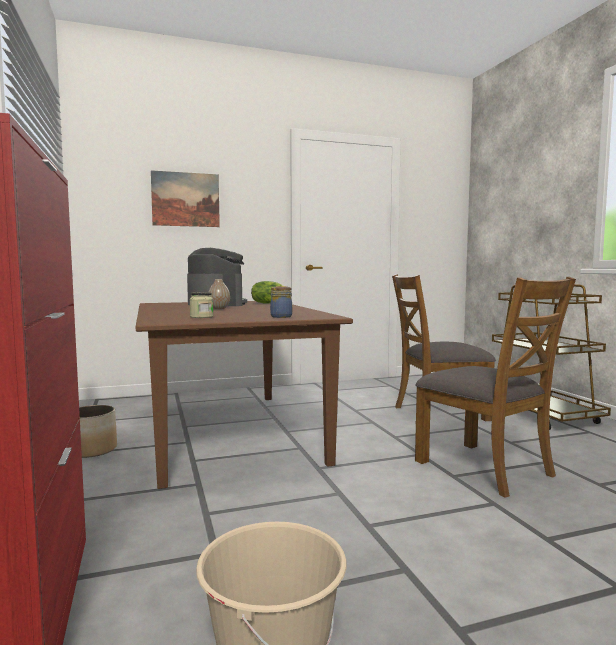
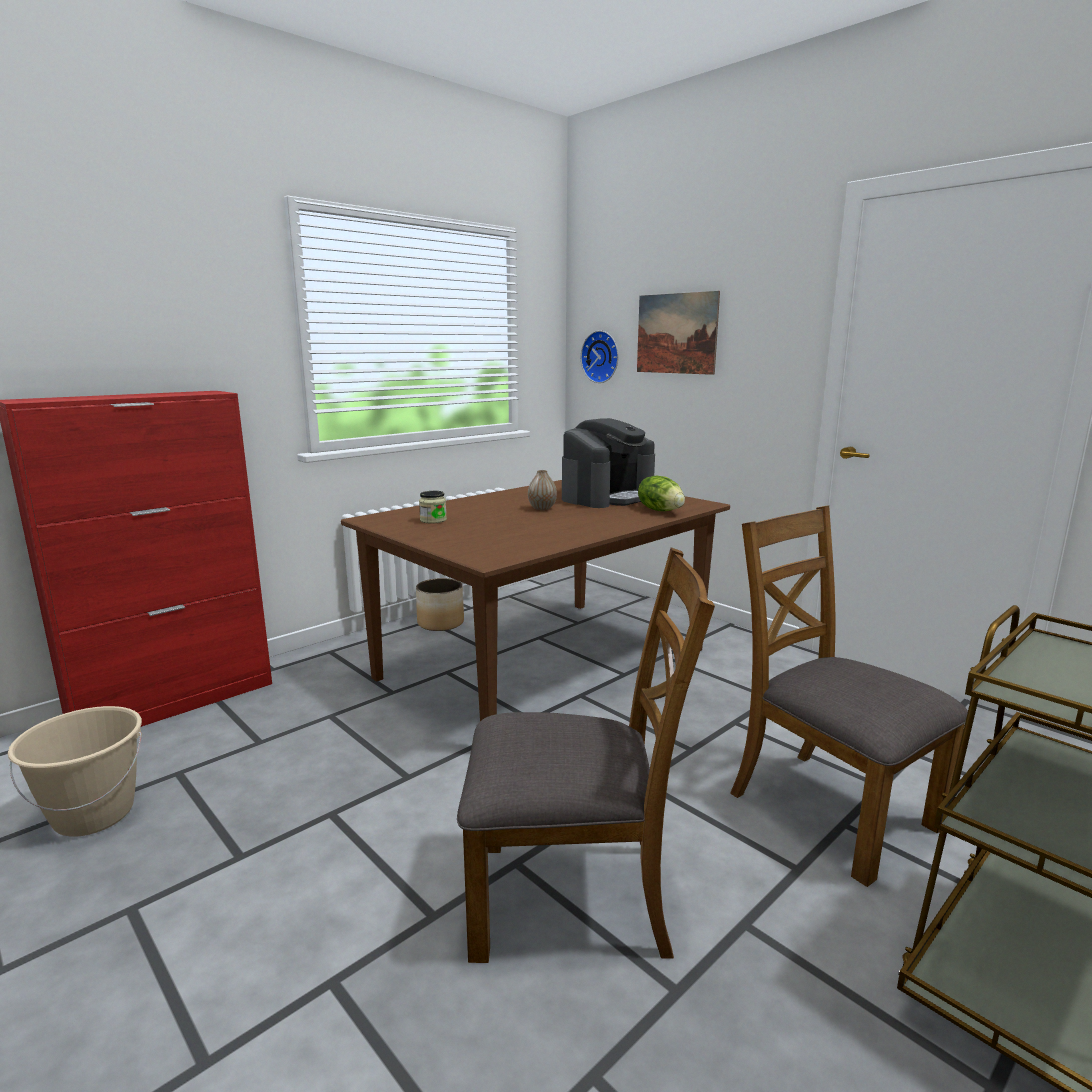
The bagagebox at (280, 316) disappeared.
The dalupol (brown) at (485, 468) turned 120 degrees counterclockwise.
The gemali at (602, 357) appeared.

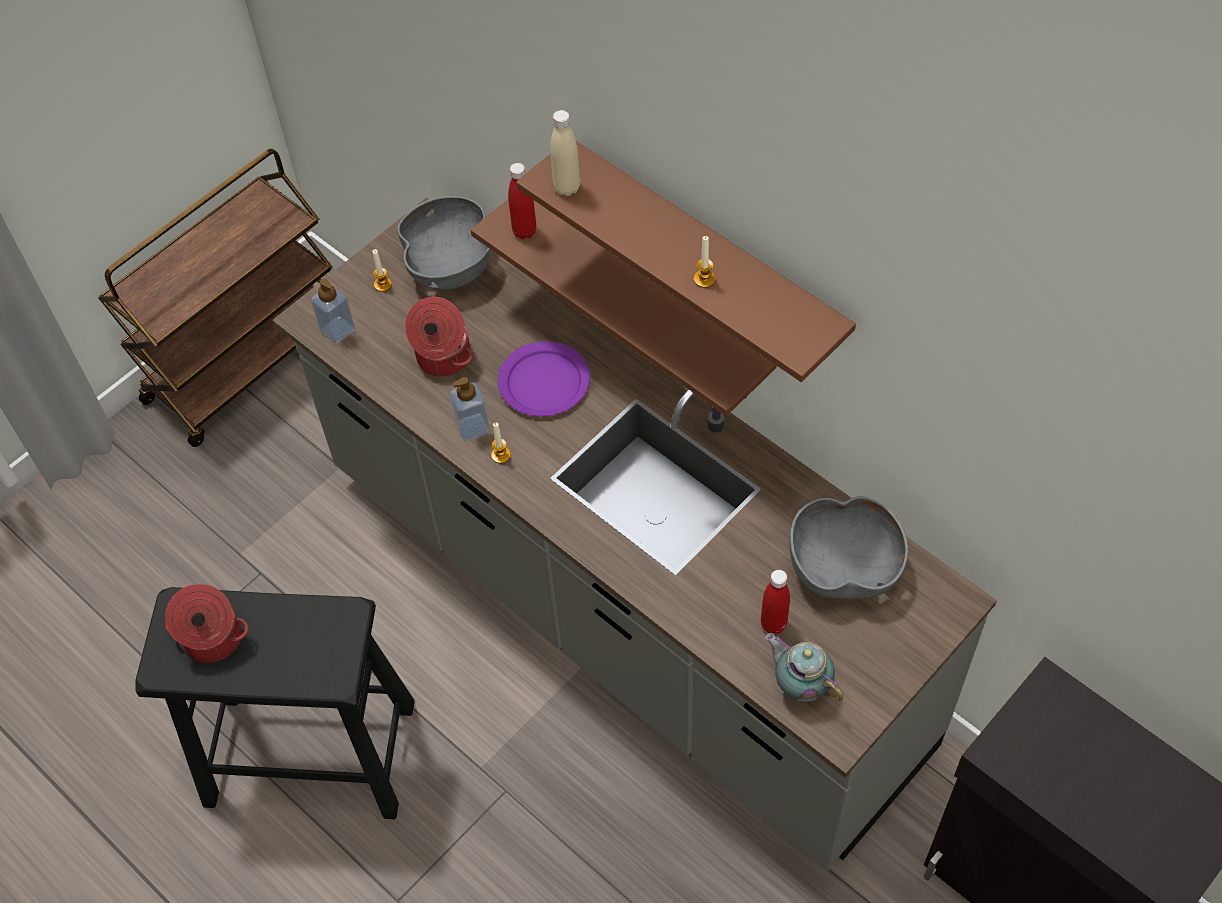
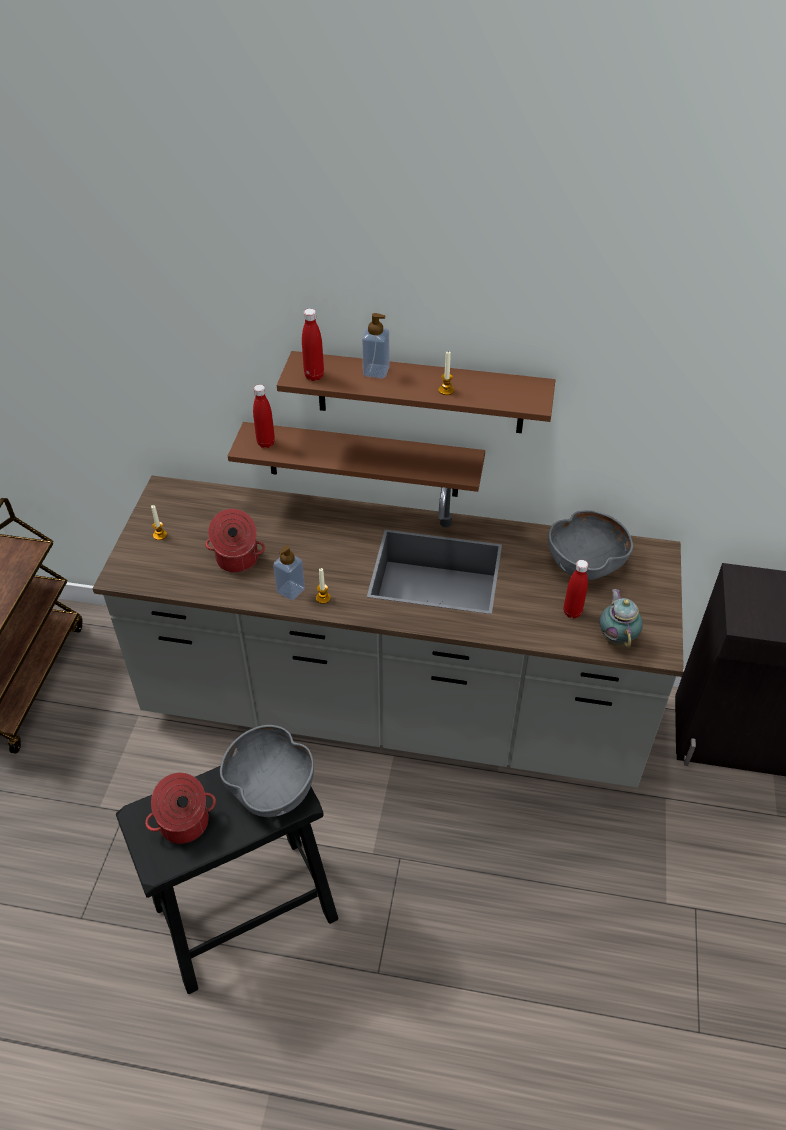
The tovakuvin moved from (337, 330) to (376, 371).
The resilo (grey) moved from (450, 265) to (271, 787).
The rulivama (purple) at (544, 382) disappeared.
The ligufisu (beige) at (567, 187) became the ligufisu (red) at (314, 376).
The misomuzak at (800, 685) turned 75 degrees clockwise.

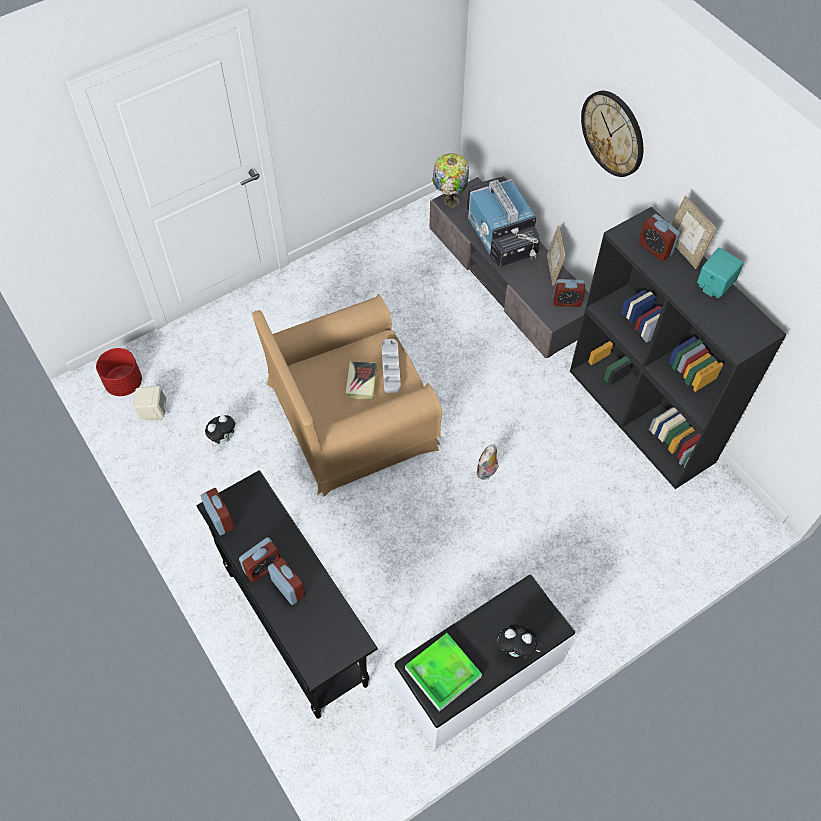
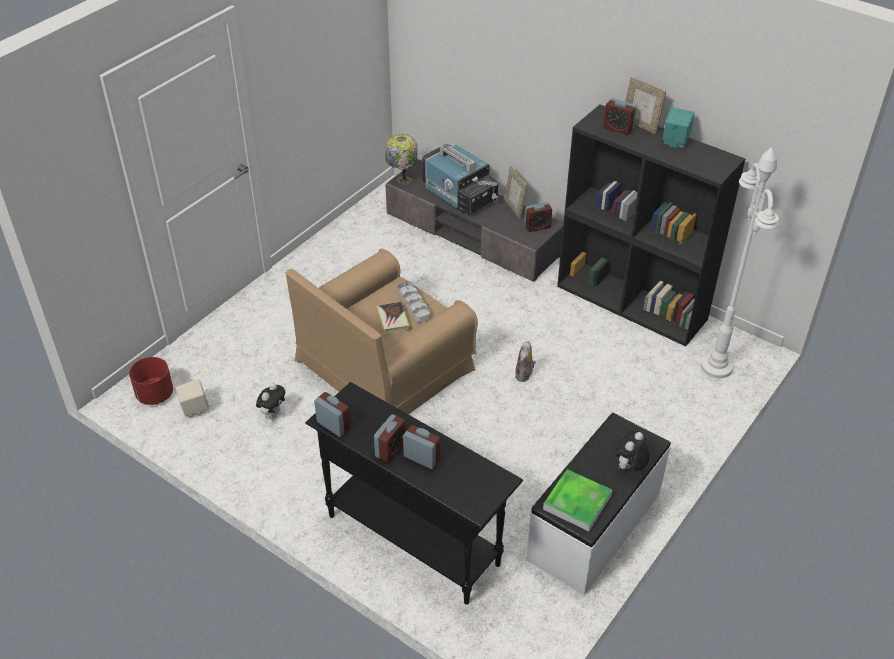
The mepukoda at (516, 649) turned 135 degrees clockwise.
The gemali at (613, 133) disappeared.
The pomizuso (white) at (716, 367) appeared.

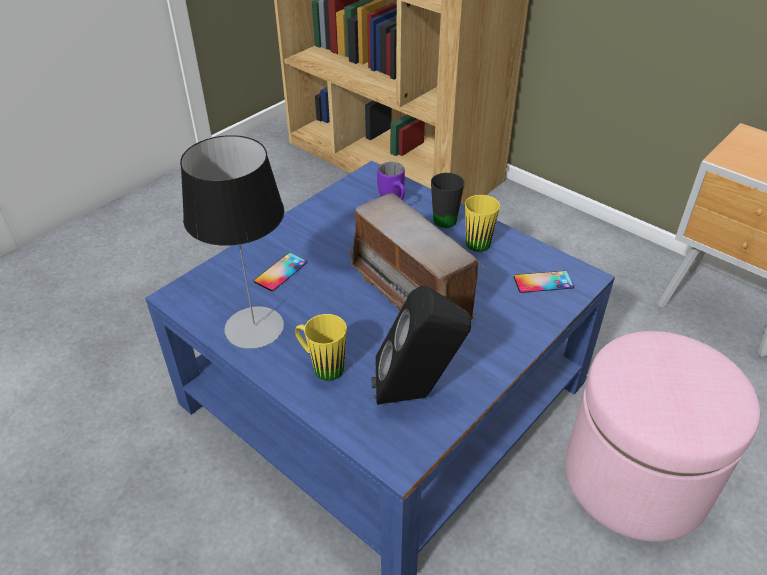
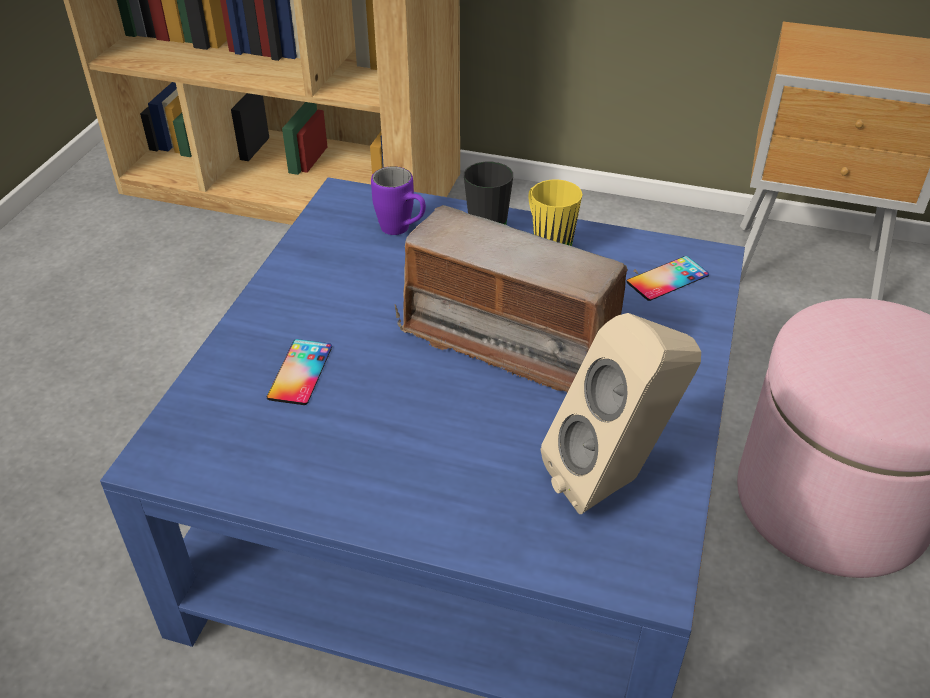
The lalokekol at (254, 327) disappeared.
The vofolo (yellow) at (322, 366) disappeared.
The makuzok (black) at (417, 394) became the makuzok (beige) at (613, 480).

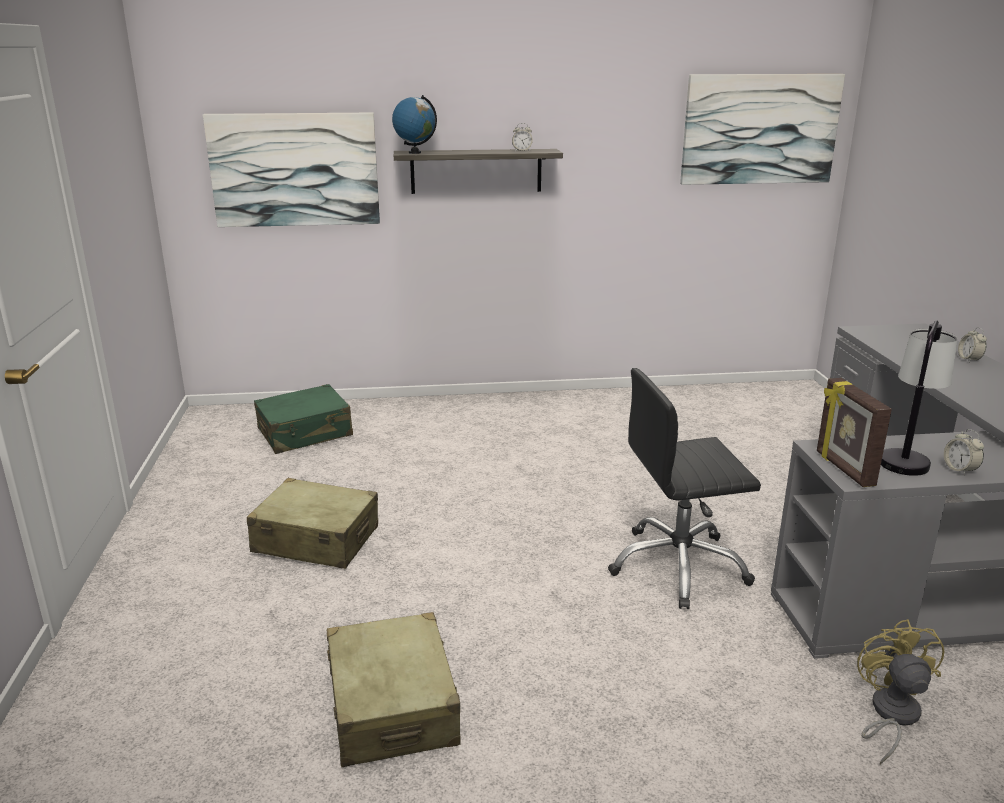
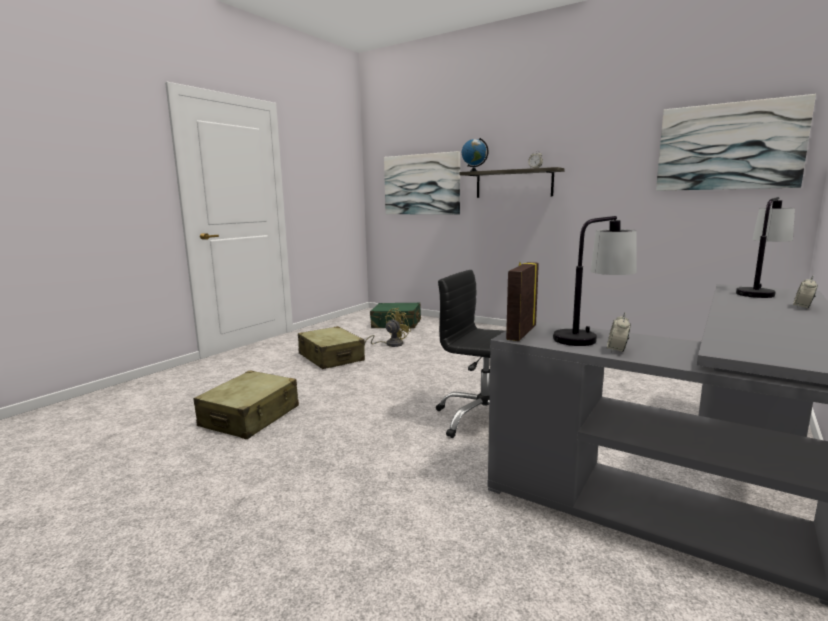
The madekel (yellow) moved from (890, 715) to (390, 344).
The lalokekol at (759, 292) appeared.

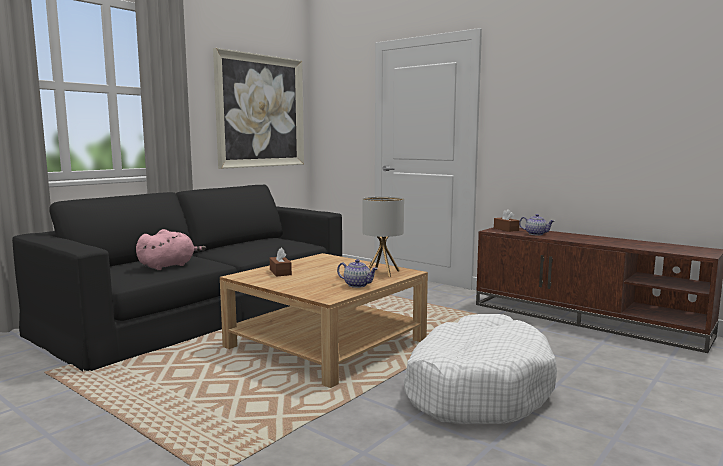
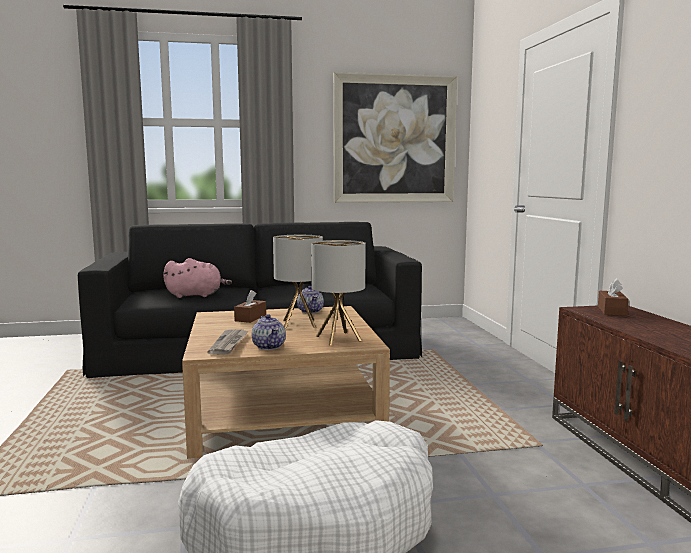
The misomuzak moved from (536, 234) to (311, 311).
The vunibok at (229, 343) appeared.
The lalokekol at (299, 324) appeared.

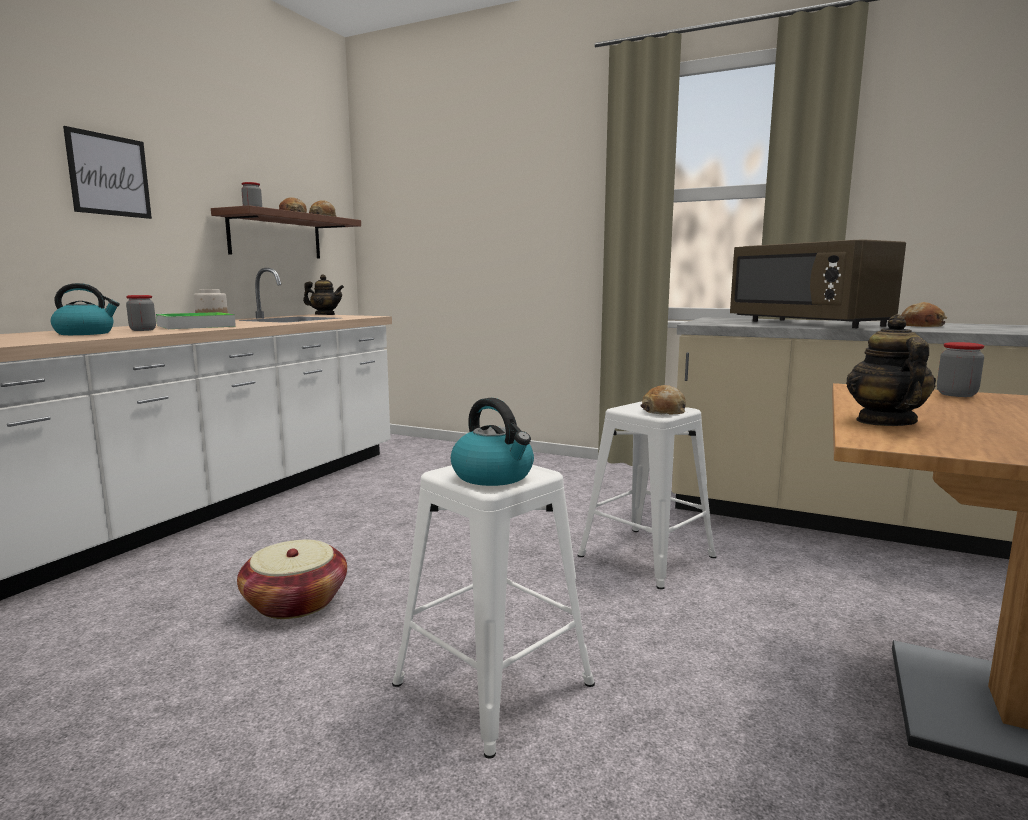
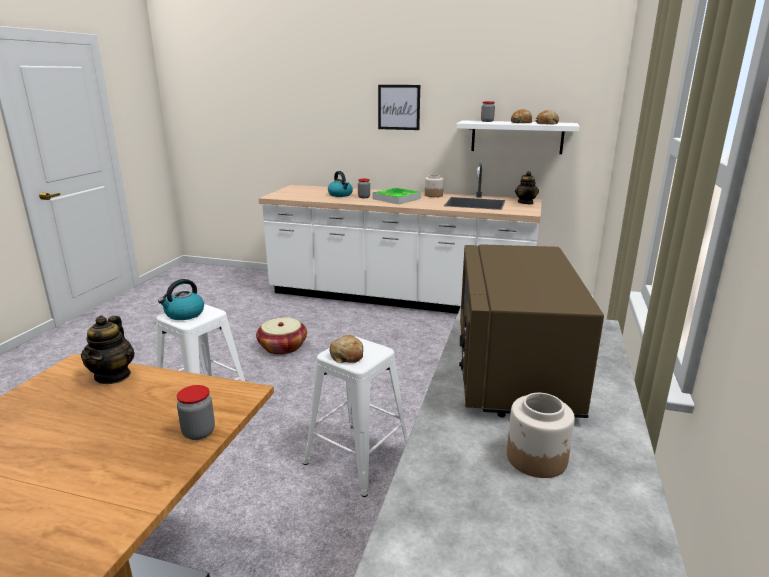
The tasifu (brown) at (275, 236) became the tasifu (white) at (517, 137).
The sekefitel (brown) at (809, 323) turned 45 degrees counterclockwise.
The misomuzak at (884, 422) turned 90 degrees clockwise.
The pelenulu at (922, 325) was replaced by the bagagebox at (537, 458).

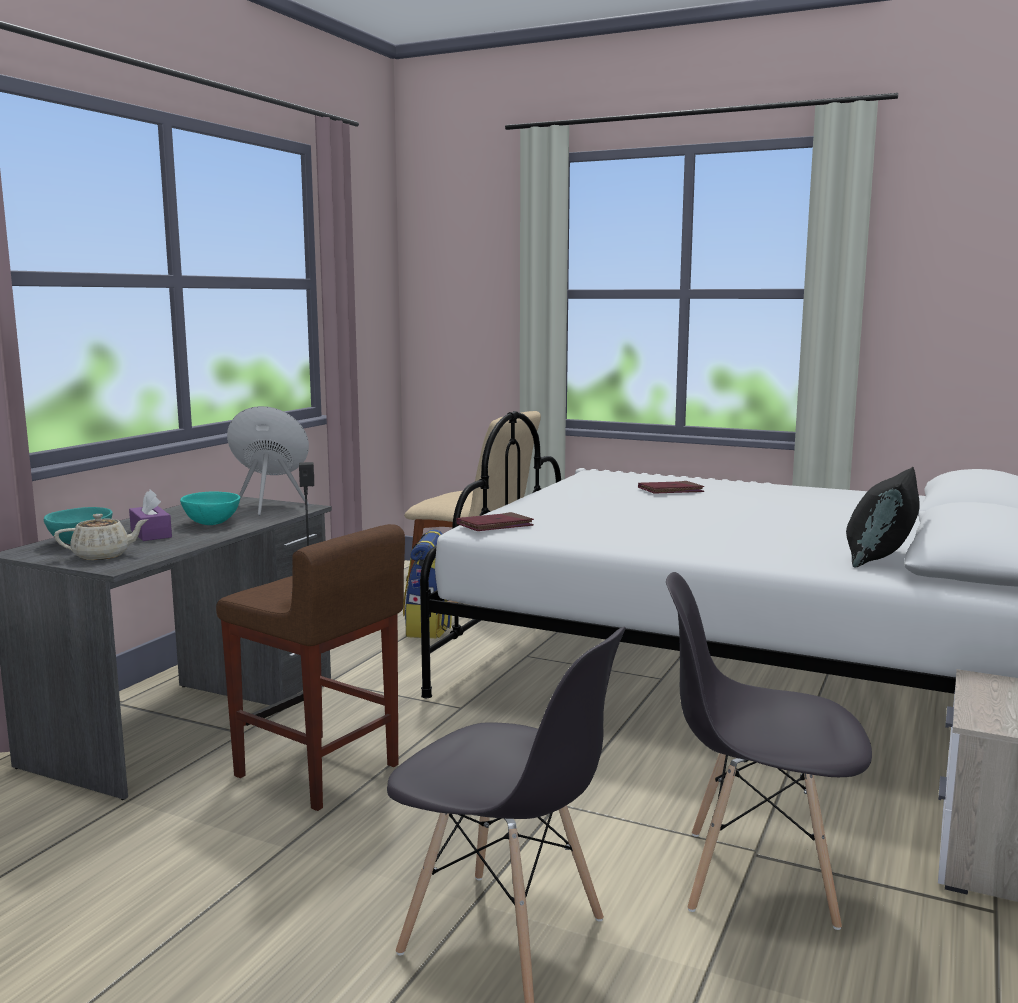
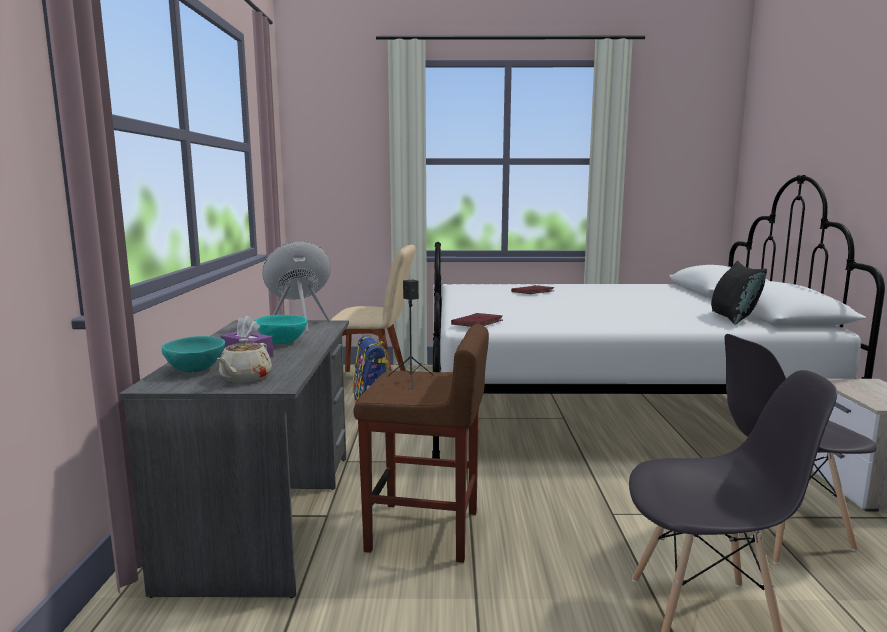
The misomuzak (beige) at (103, 556) turned 150 degrees clockwise.

